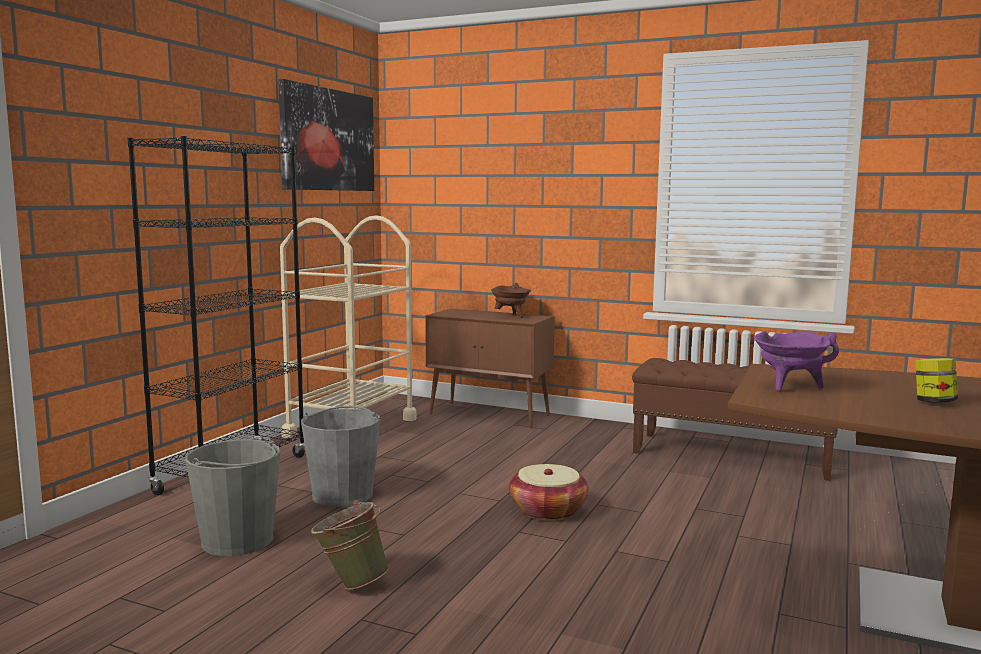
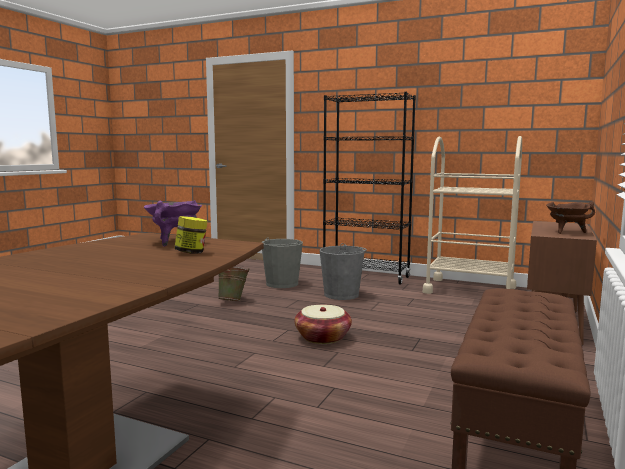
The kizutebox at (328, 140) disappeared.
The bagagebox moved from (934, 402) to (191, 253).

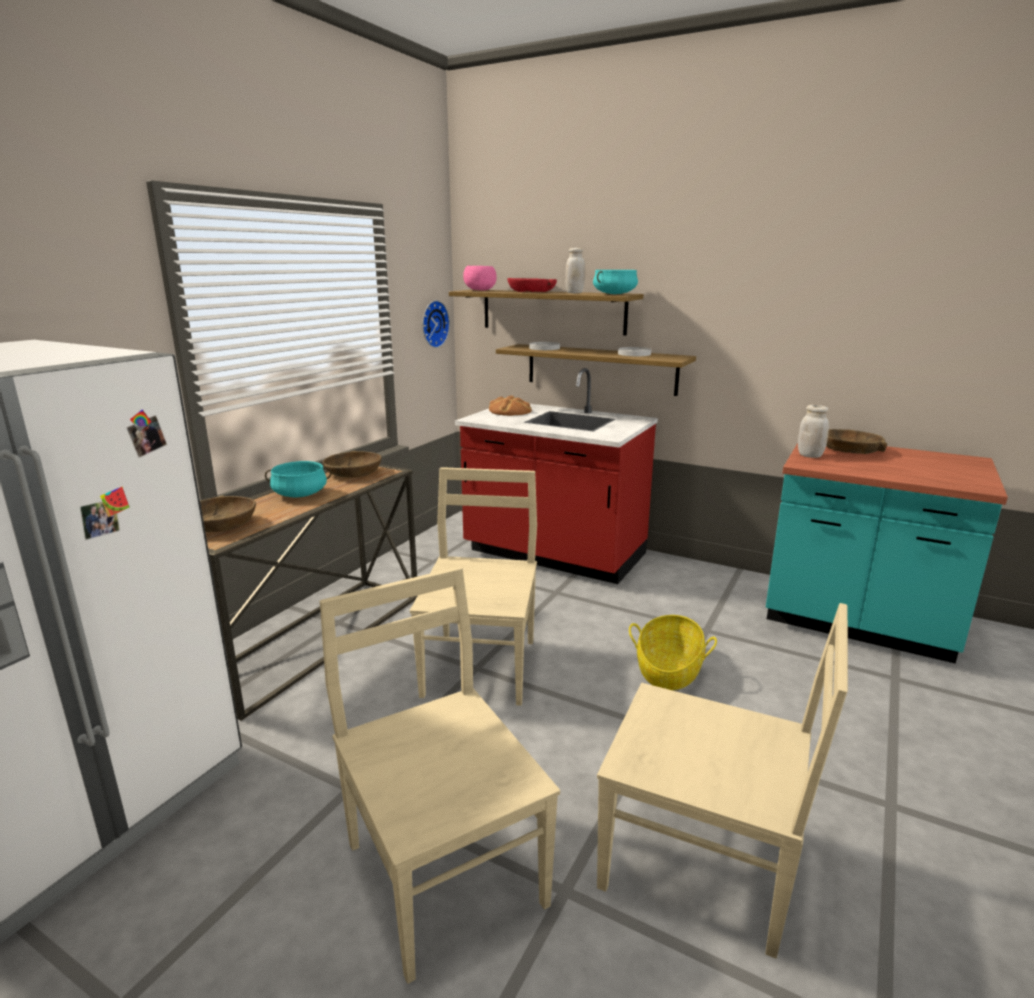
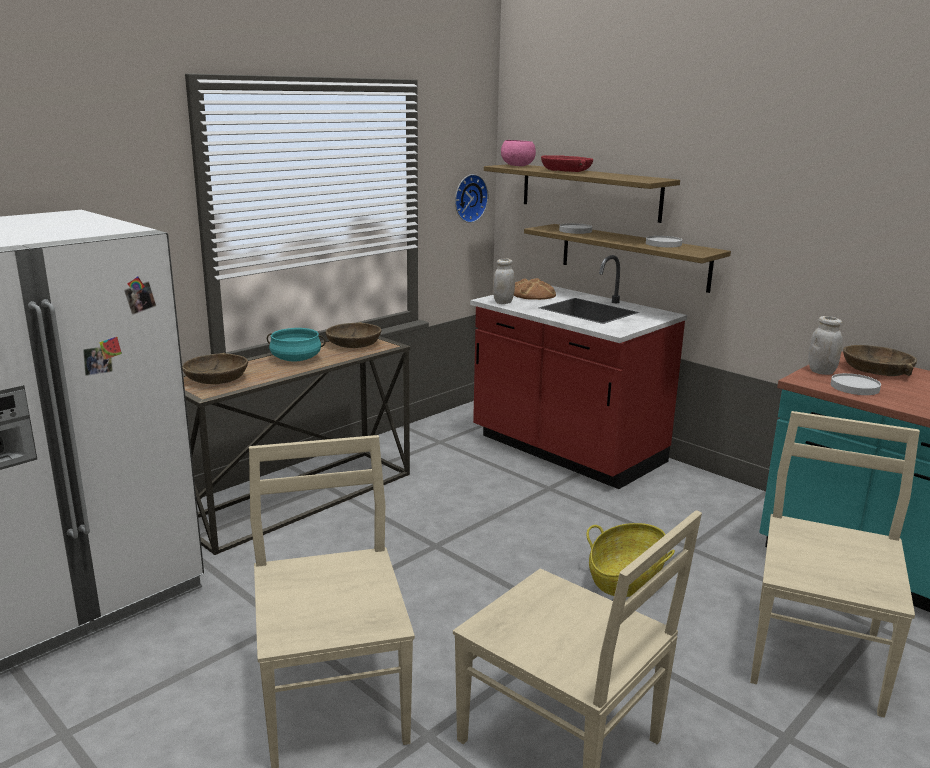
The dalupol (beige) moved from (481, 665) to (816, 654).
The bagagebox (white) moved from (574, 293) to (503, 302).
The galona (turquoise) at (615, 294) disappeared.
The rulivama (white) at (855, 387) appeared.

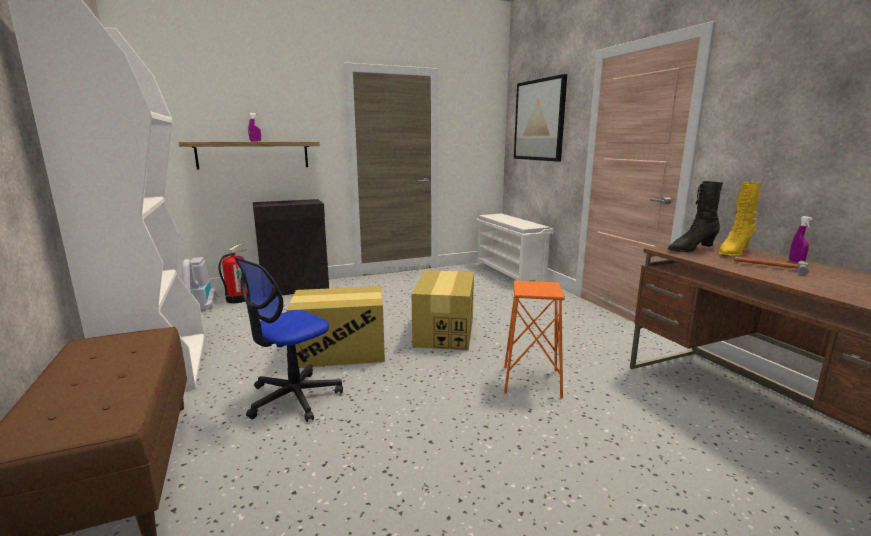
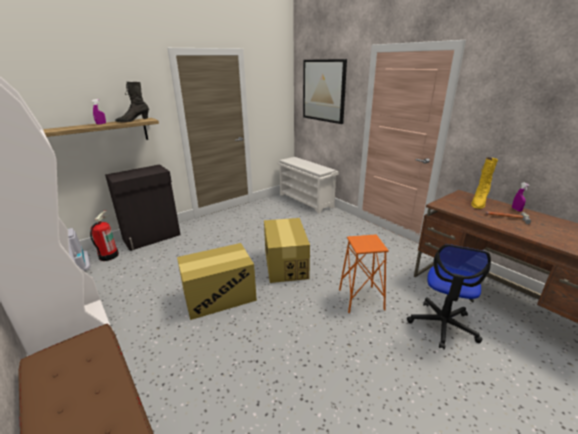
The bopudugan moved from (293, 397) to (442, 325).
The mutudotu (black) moved from (690, 249) to (133, 121).

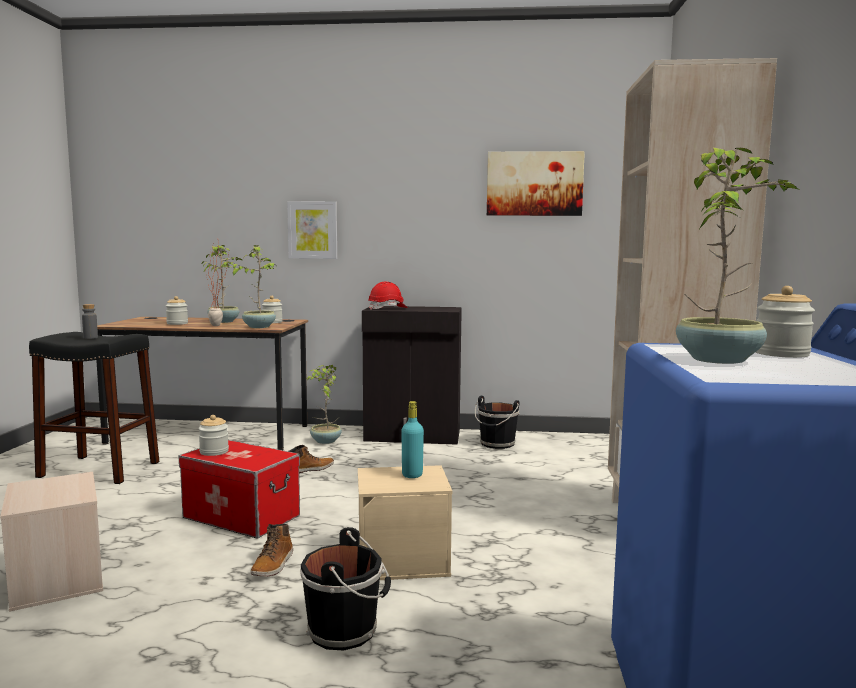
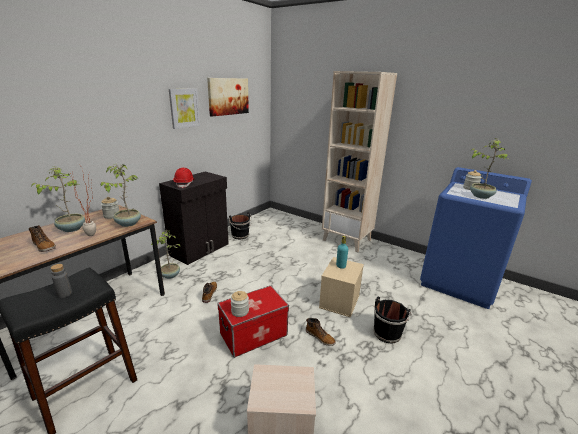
The bagagebox at (177, 323) was replaced by the mutudotu at (44, 246).
The kizutebox moved from (312, 230) to (184, 108).

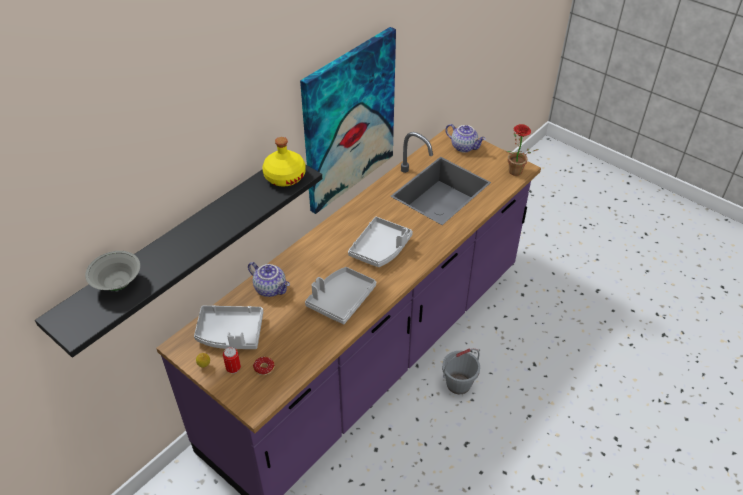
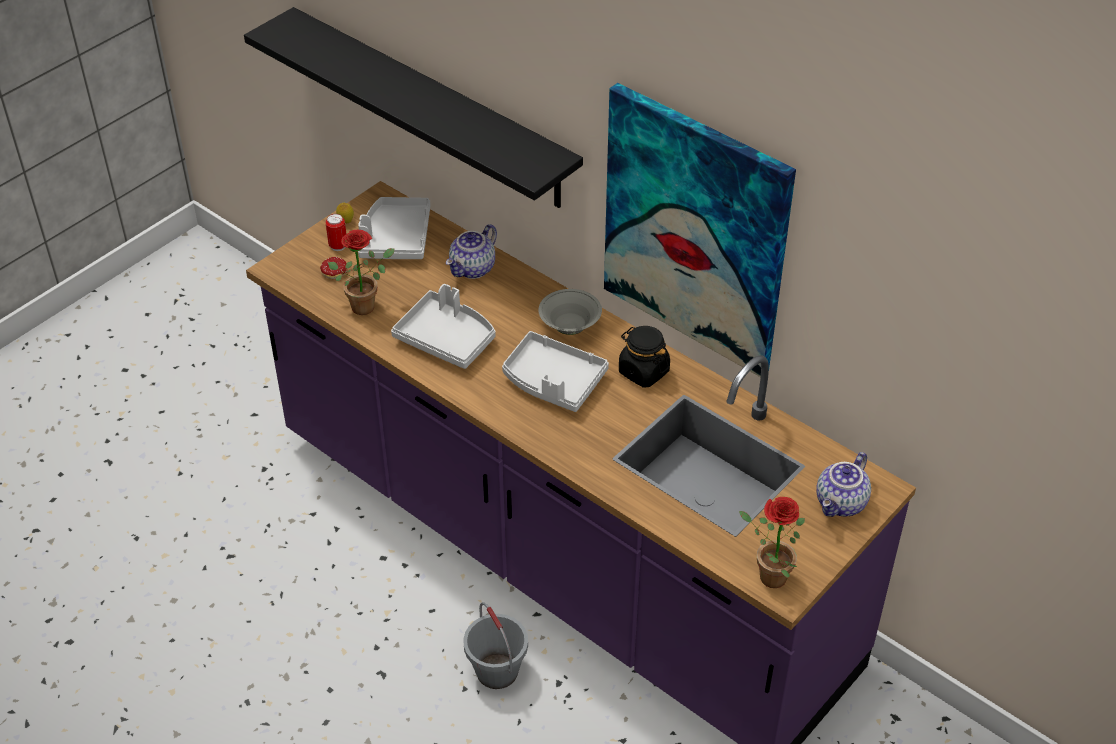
The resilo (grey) moved from (118, 283) to (570, 327).
The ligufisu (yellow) at (284, 176) disappeared.
The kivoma at (367, 304) appeared.
The bagagebox (black) at (643, 372) appeared.

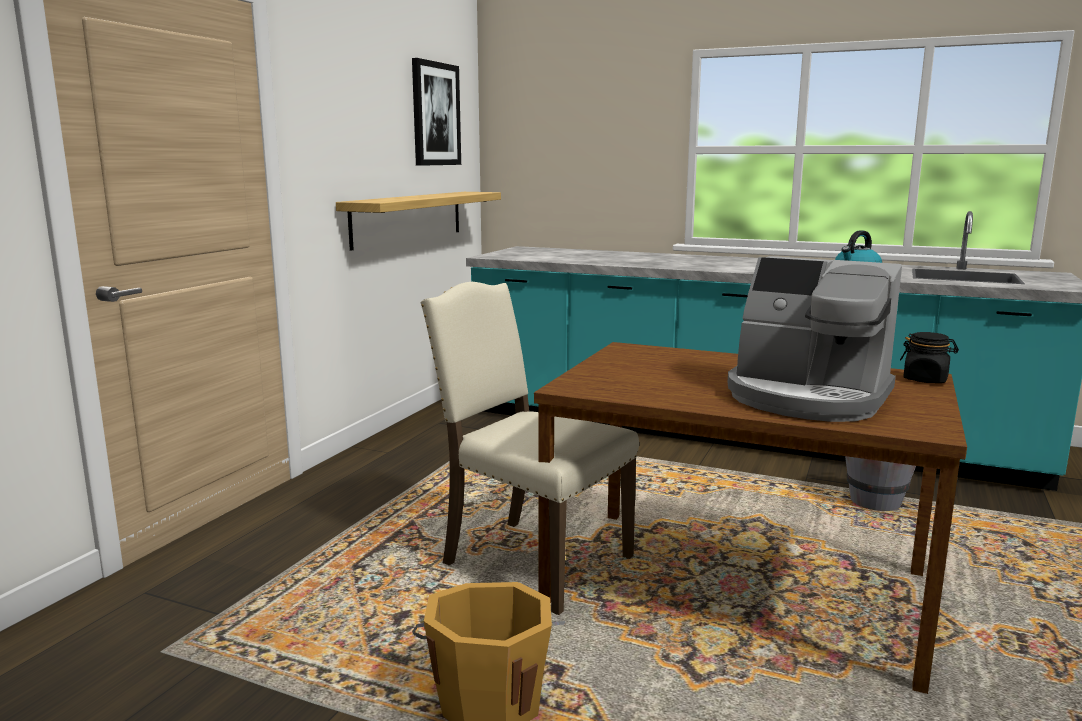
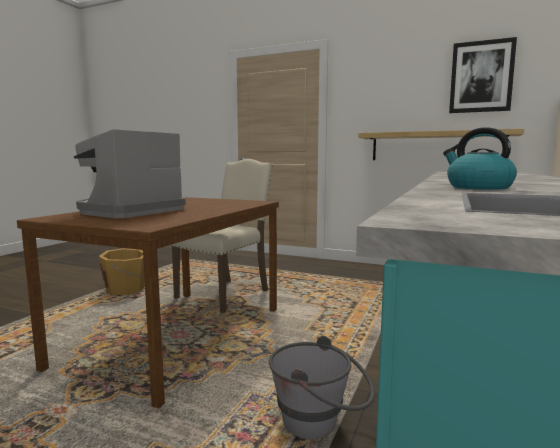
The bagagebox (black) at (925, 379) disappeared.

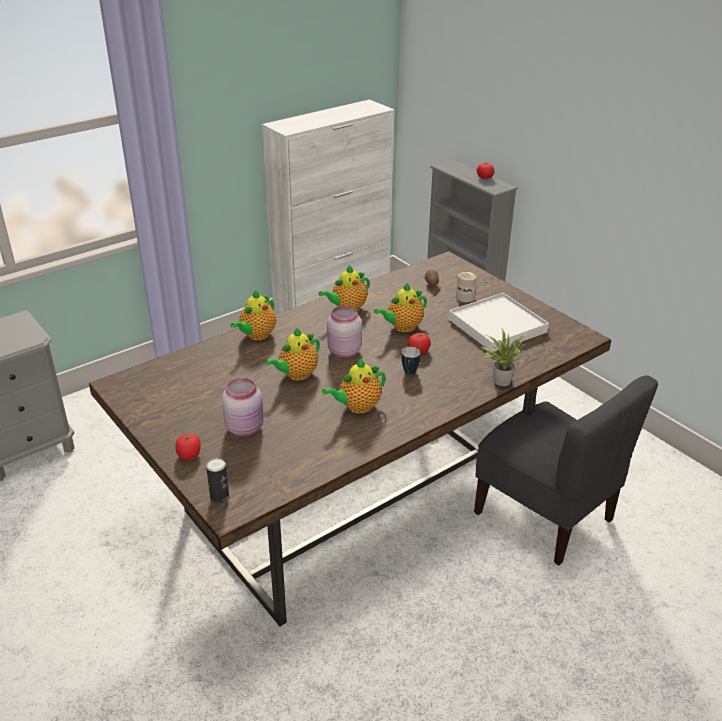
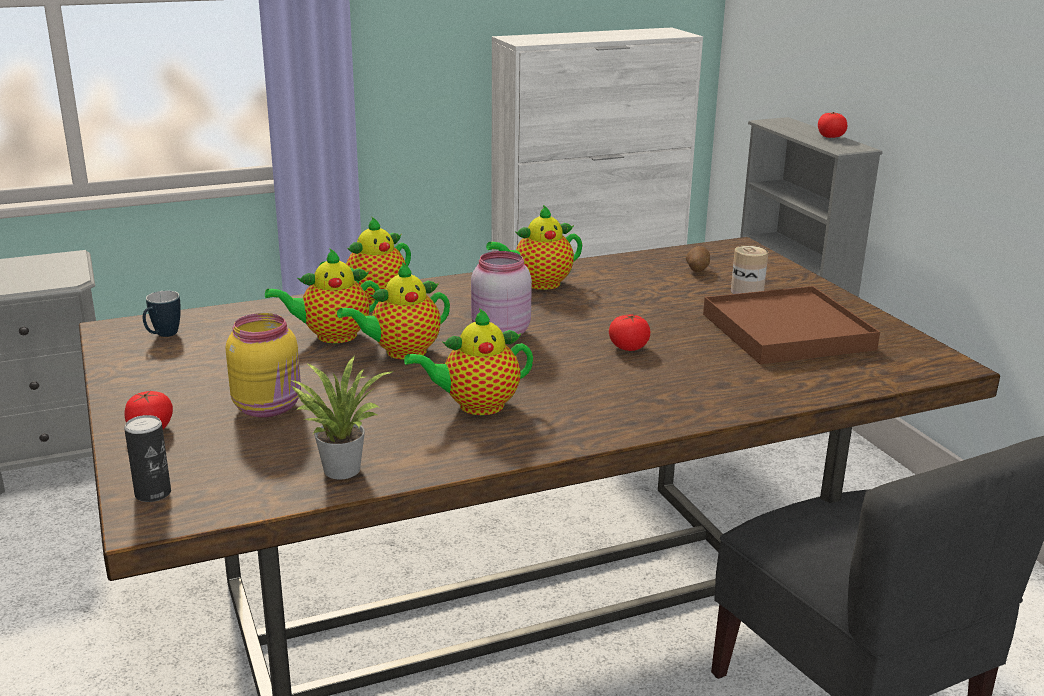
The bagagebox (pink) at (245, 427) became the bagagebox (yellow) at (269, 407).
The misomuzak moved from (402, 327) to (331, 336).
The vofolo moved from (409, 373) to (163, 336).
The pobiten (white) at (497, 325) became the pobiten (brown) at (787, 331).
The kivoma moved from (500, 380) to (340, 467).

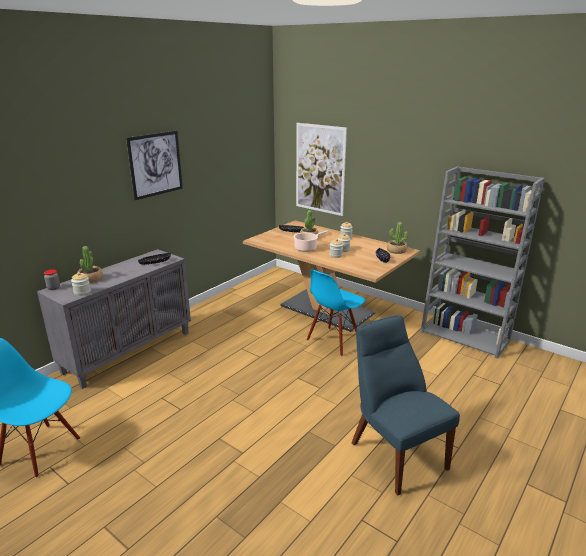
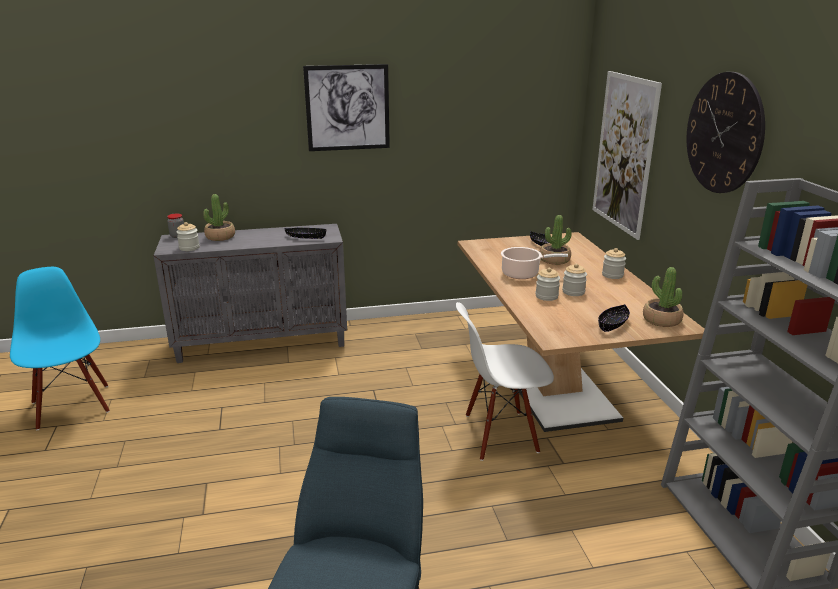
The dalupol (blue) at (334, 341) became the dalupol (white) at (500, 434).
The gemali at (724, 133) appeared.

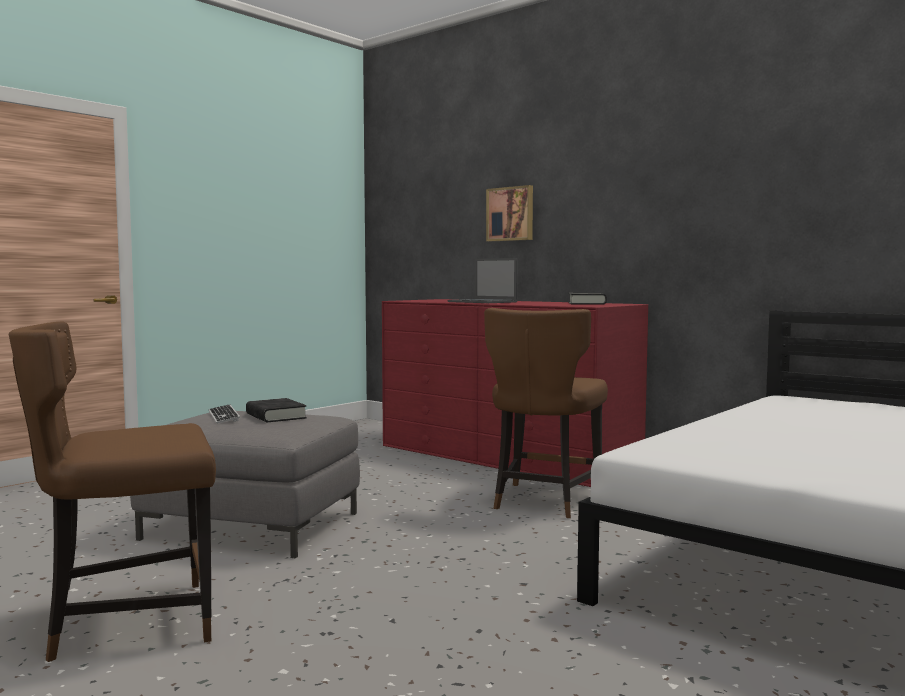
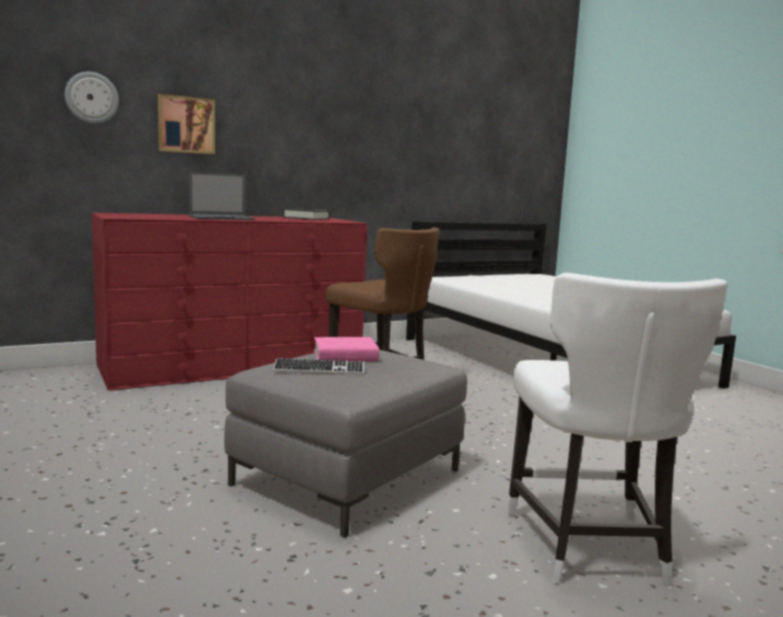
The dalupol (brown) at (127, 623) became the dalupol (white) at (589, 548).
The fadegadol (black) at (276, 416) became the fadegadol (pink) at (345, 356).
The gemali at (92, 97) appeared.

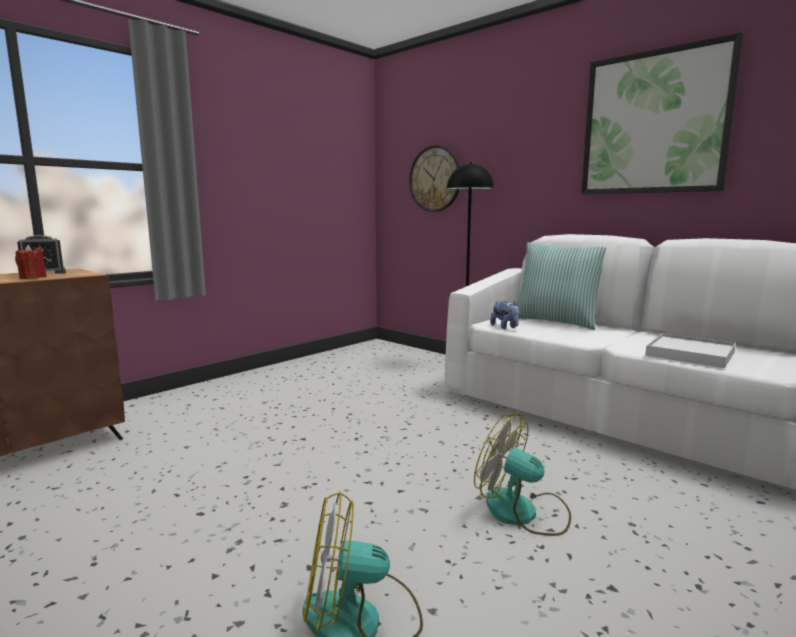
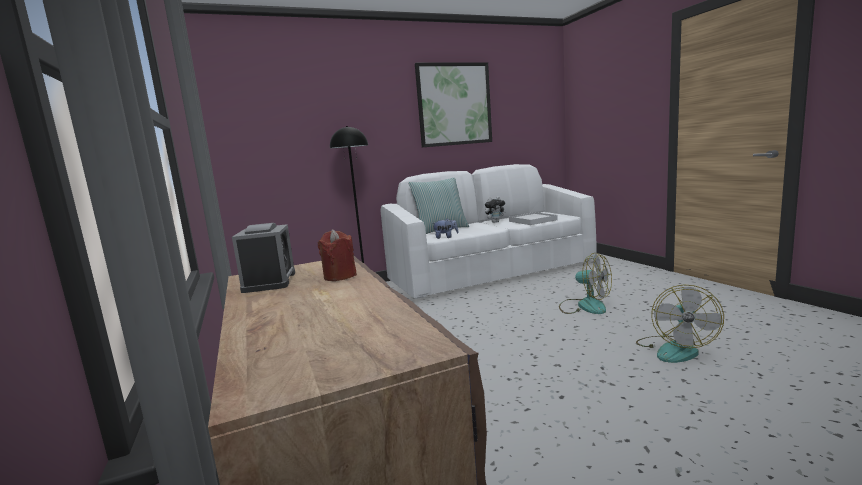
The gemali at (435, 179) disappeared.
The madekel at (523, 512) turned 105 degrees counterclockwise.
The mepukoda at (495, 222) appeared.

